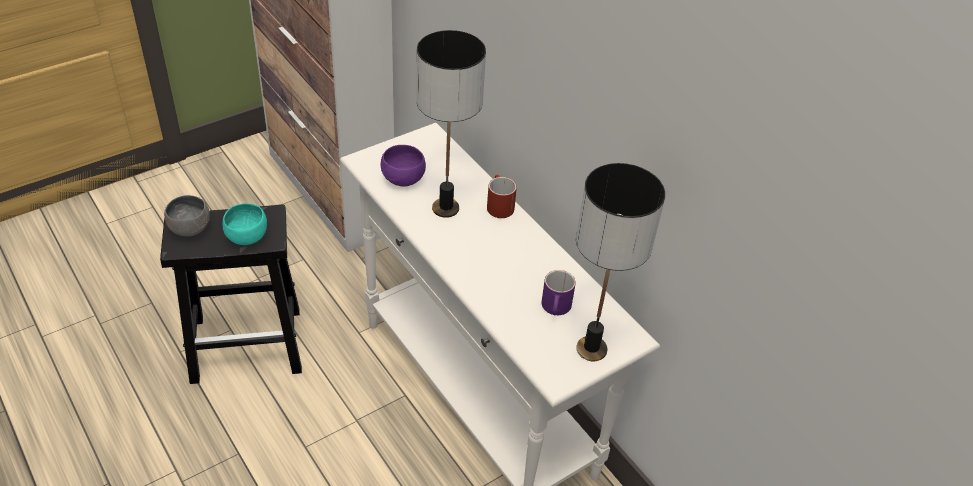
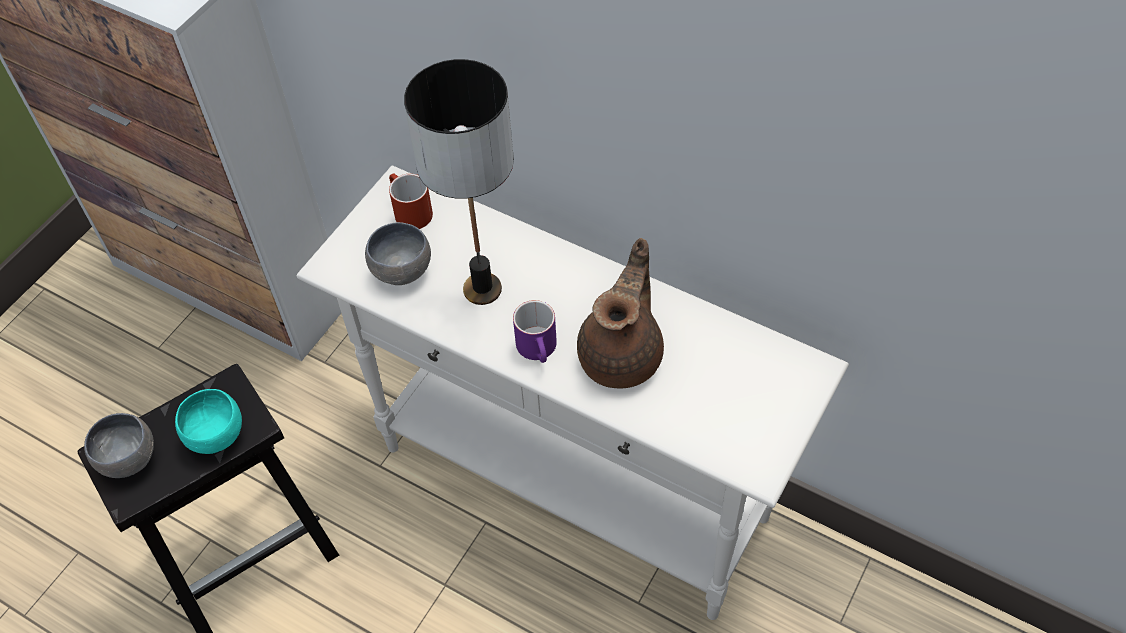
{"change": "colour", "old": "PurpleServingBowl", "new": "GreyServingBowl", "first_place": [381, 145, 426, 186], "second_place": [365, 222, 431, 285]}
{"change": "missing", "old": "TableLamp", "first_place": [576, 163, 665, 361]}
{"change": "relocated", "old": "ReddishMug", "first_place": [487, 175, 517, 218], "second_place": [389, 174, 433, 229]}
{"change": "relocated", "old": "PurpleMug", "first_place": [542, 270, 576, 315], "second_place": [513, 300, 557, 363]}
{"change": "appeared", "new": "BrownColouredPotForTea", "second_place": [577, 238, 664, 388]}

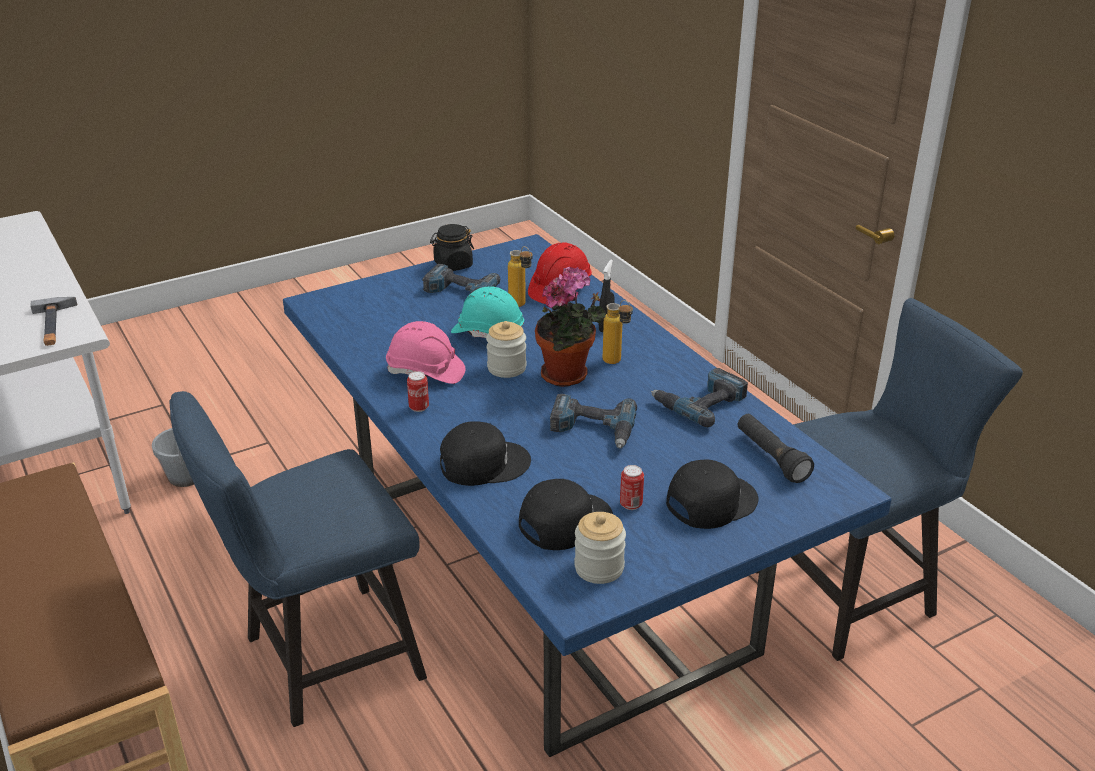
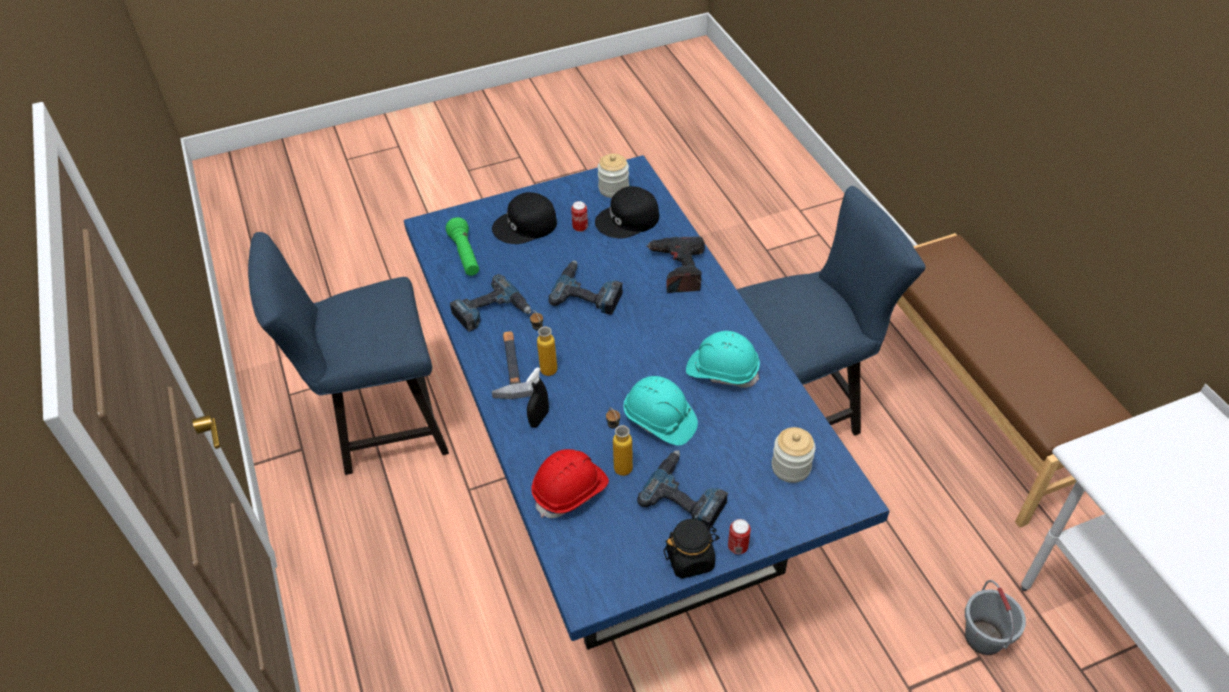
{"change": "missing", "old": "PottedPlant", "first_place": [535, 267, 606, 387]}
{"change": "relocated", "old": "ToolHammer", "first_place": [30, 297, 77, 346], "second_place": [492, 331, 533, 399]}
{"change": "colour", "old": "PinkColouredSafetyHelmet", "new": "BlueGreenSafetyHelmet", "first_place": [386, 321, 466, 384], "second_place": [686, 331, 760, 388]}
{"change": "relocated", "old": "PreserveJar", "first_place": [486, 321, 527, 378], "second_place": [772, 427, 815, 483]}
{"change": "relocated", "old": "MetalCan", "first_place": [407, 371, 429, 412], "second_place": [728, 519, 751, 554]}
{"change": "colour", "old": "BlackColouredTorch", "new": "GreenishTorch", "first_place": [738, 414, 814, 483], "second_place": [446, 217, 479, 276]}
{"change": "exchanged", "old": "BlackColouredPeakedCap", "new": "PowerDrill", "first_place": [440, 421, 531, 486], "second_place": [646, 236, 705, 293]}

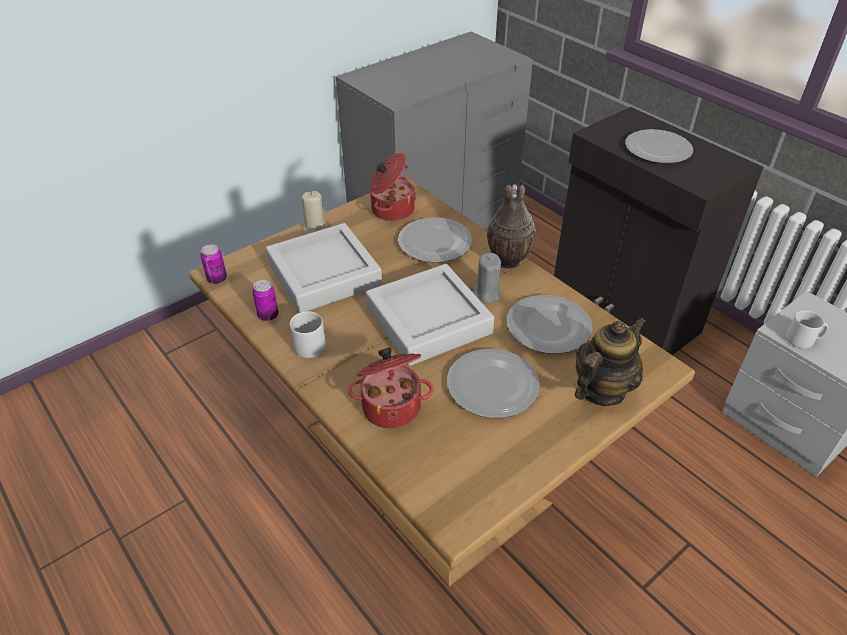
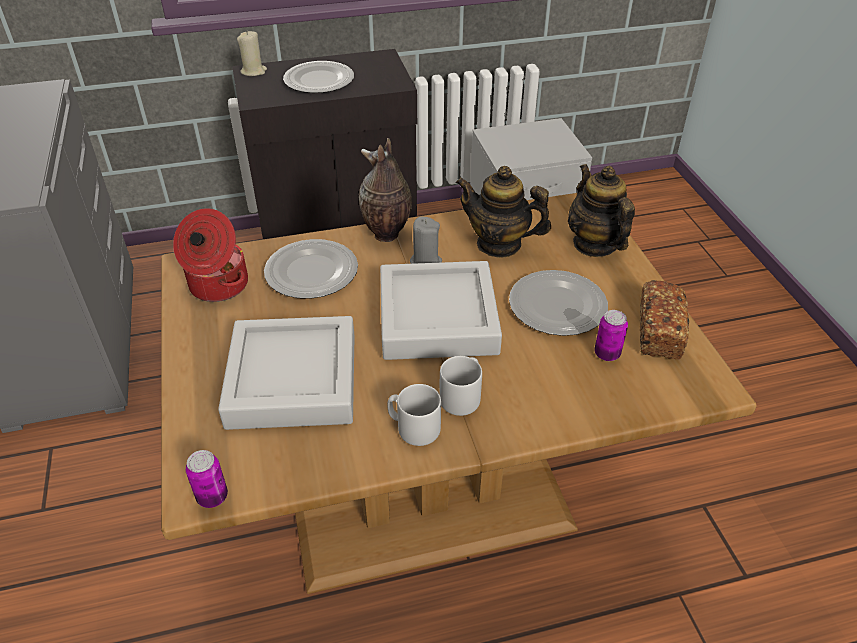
{"change": "relocated", "old": "BeigeWaxCandle", "first_place": [301, 191, 328, 234], "second_place": [237, 31, 267, 76]}
{"change": "relocated", "old": "MetalCan", "first_place": [252, 280, 279, 321], "second_place": [594, 310, 628, 361]}
{"change": "exchanged", "old": "FlatDish", "new": "PotForTea", "first_place": [507, 295, 593, 354], "second_place": [456, 166, 551, 258]}
{"change": "relocated", "old": "GreyMug", "first_place": [786, 310, 828, 349], "second_place": [439, 356, 482, 416]}
{"change": "missing", "old": "Stockpot", "first_place": [348, 347, 434, 428]}
{"change": "appeared", "new": "BakedBread", "second_place": [640, 280, 689, 359]}

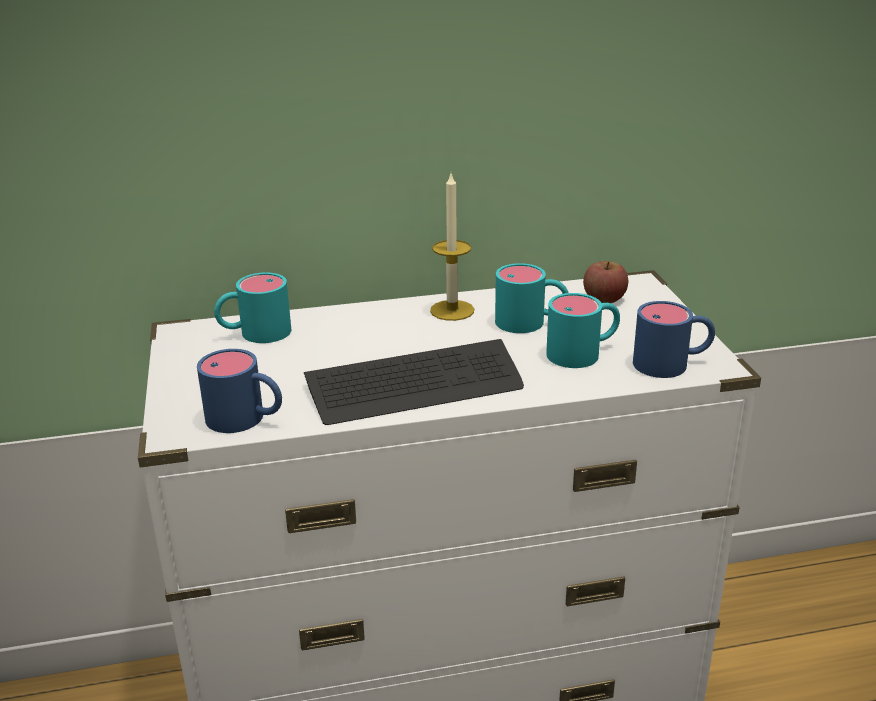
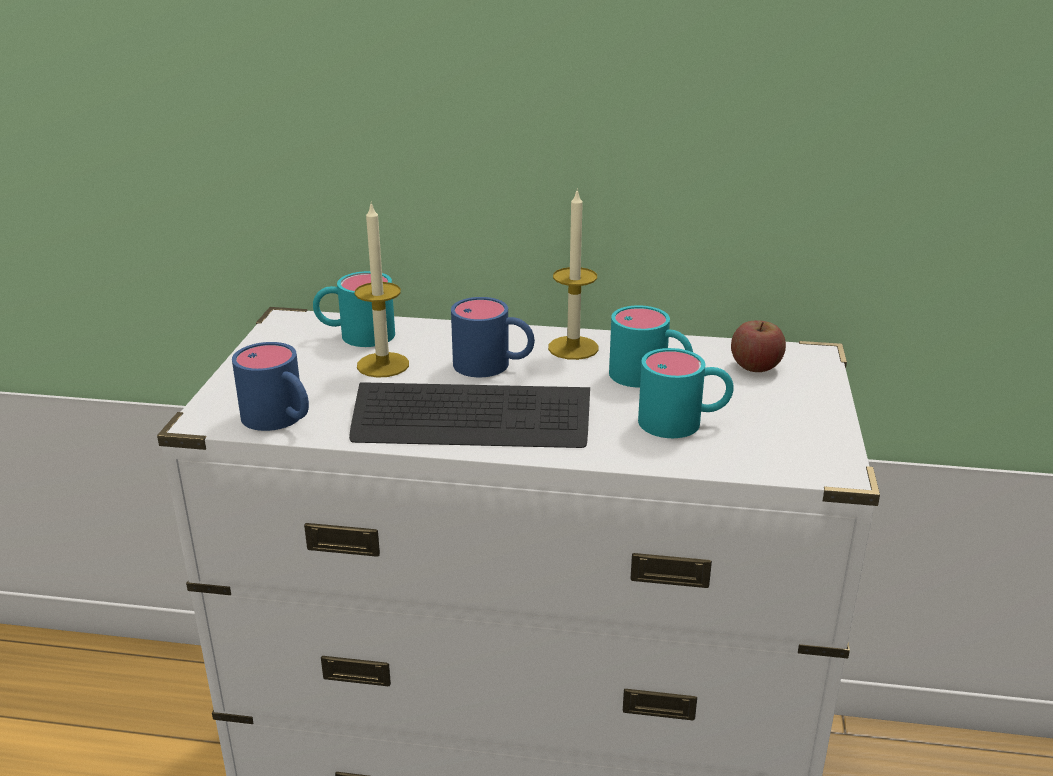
{"change": "relocated", "old": "BlueMug", "first_place": [633, 301, 715, 378], "second_place": [451, 297, 535, 377]}
{"change": "appeared", "new": "WaxCandle", "second_place": [354, 201, 409, 378]}

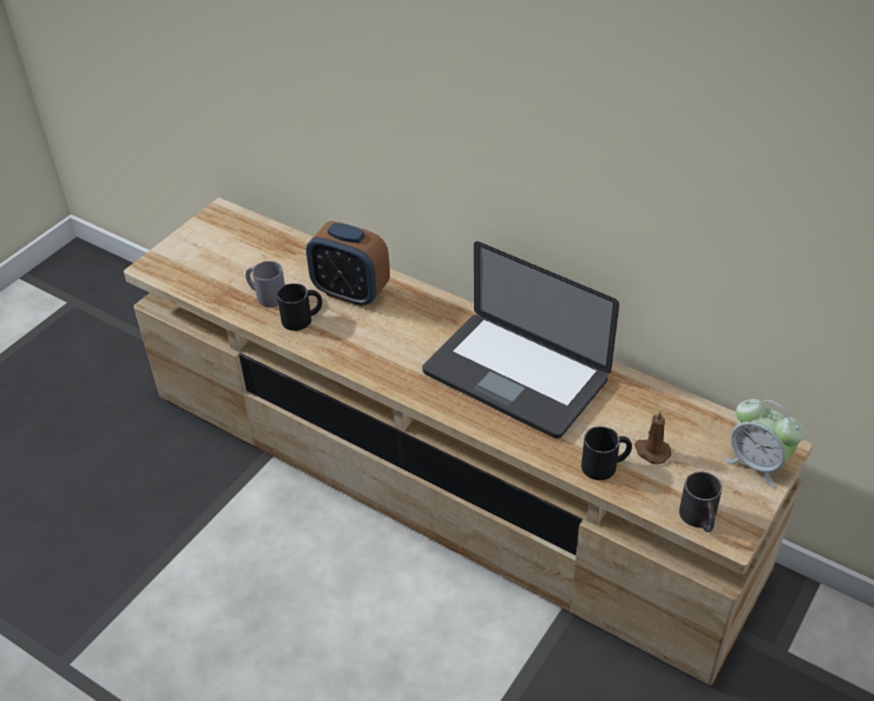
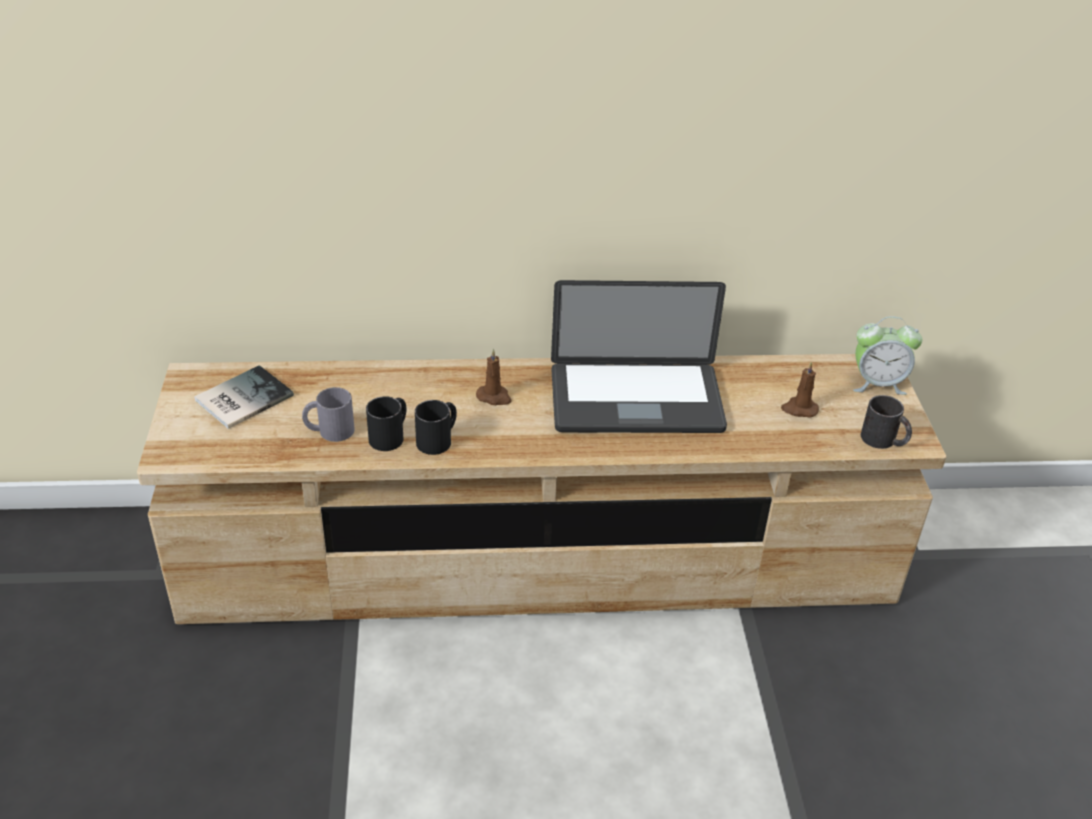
{"change": "missing", "old": "AlarmClock", "first_place": [306, 221, 390, 306]}
{"change": "relocated", "old": "BlackColouredMug", "first_place": [581, 426, 632, 480], "second_place": [415, 400, 457, 455]}
{"change": "appeared", "new": "BrownColouredWaxCandle", "second_place": [476, 349, 512, 405]}
{"change": "appeared", "new": "BoundBook", "second_place": [194, 365, 294, 429]}

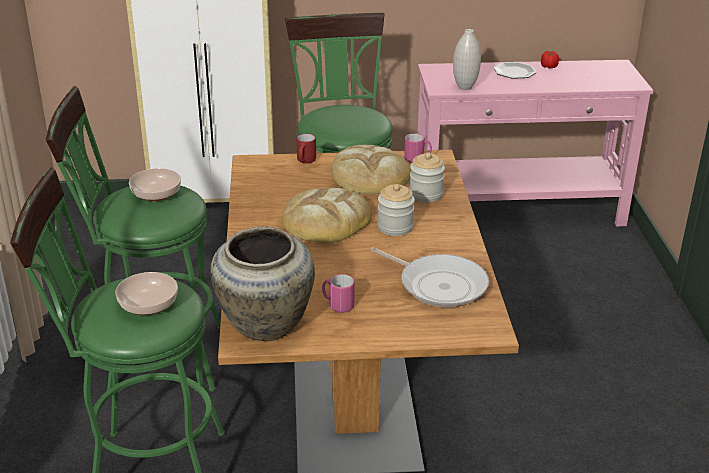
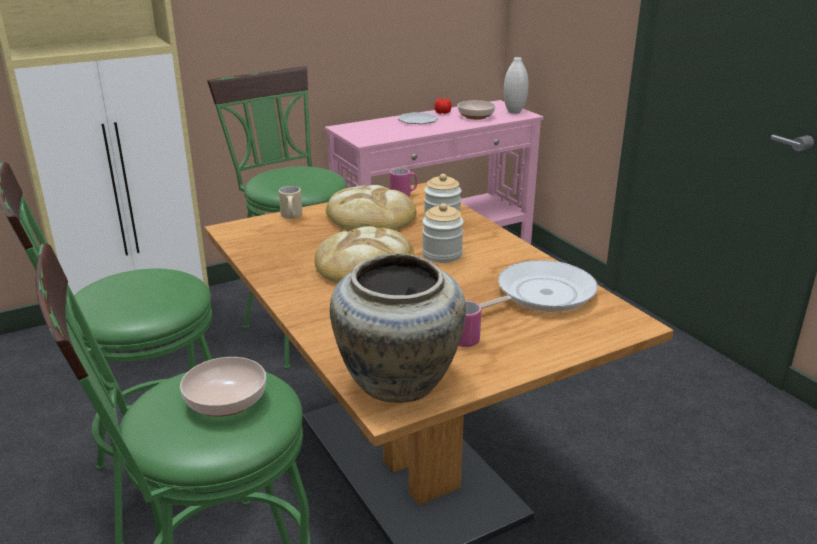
{"change": "relocated", "old": "WhitishDecorativeVase", "first_place": [453, 29, 481, 90], "second_place": [503, 57, 528, 114]}
{"change": "colour", "old": "ReddishMug", "new": "BeigeMug", "first_place": [297, 134, 316, 163], "second_place": [279, 186, 302, 219]}
{"change": "relocated", "old": "ServingBowl", "first_place": [129, 168, 181, 202], "second_place": [458, 100, 495, 120]}
{"change": "spun", "old": "Skillet", "first_place": [370, 247, 489, 307], "second_place": [479, 260, 598, 312], "degrees": -45}

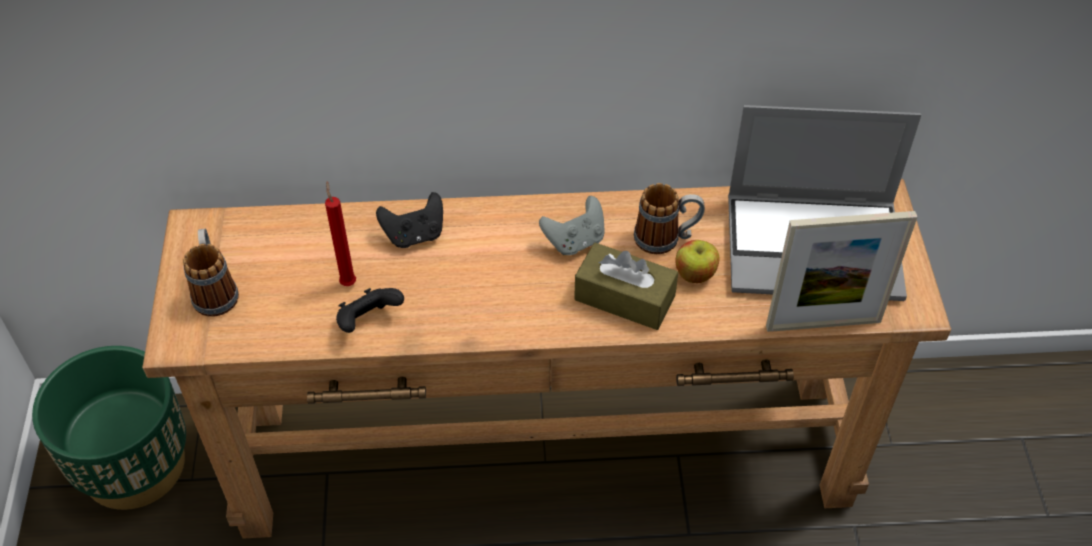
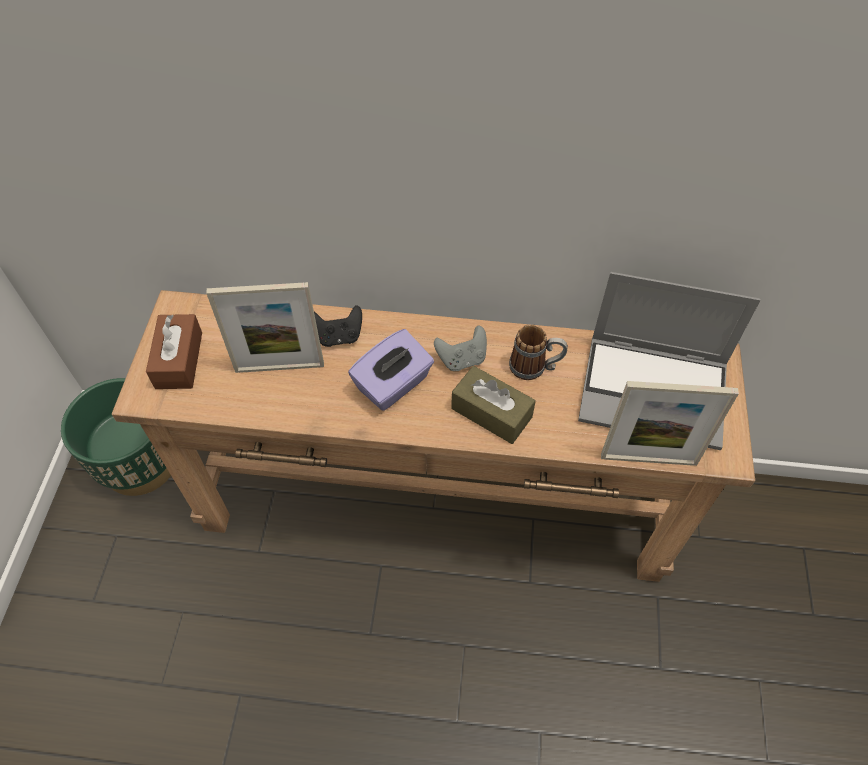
{"change": "exchanged", "old": "ReddishWaxCandle", "new": "PhotoFrame", "first_place": [325, 181, 356, 286], "second_place": [206, 282, 324, 373]}
{"change": "exchanged", "old": "Mug", "new": "BrownColouredTissueHolder", "first_place": [183, 229, 239, 317], "second_place": [146, 314, 202, 389]}
{"change": "missing", "old": "WholeApple", "first_place": [675, 240, 719, 283]}
{"change": "missing", "old": "BlackColouredJoypad", "first_place": [336, 288, 404, 333]}
{"change": "appeared", "new": "PurpleTissueHolder", "second_place": [348, 329, 434, 411]}

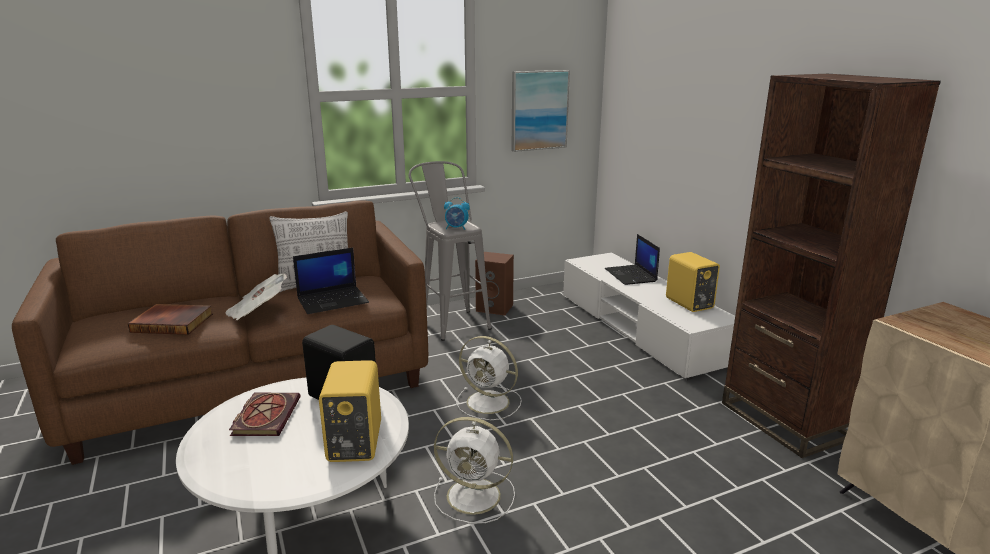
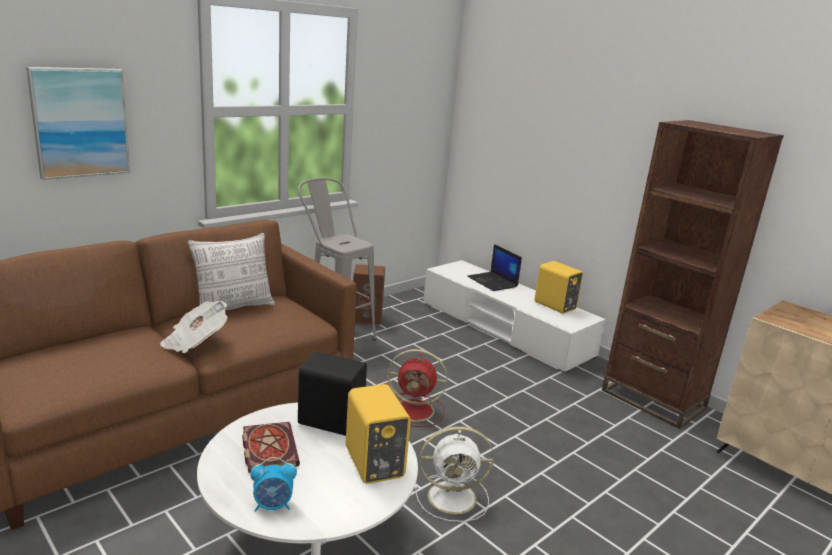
{"change": "relocated", "old": "WallPicture", "first_place": [511, 70, 570, 152], "second_place": [26, 67, 130, 180]}
{"change": "relocated", "old": "AlarmClock", "first_place": [444, 197, 470, 230], "second_place": [250, 457, 297, 512]}
{"change": "missing", "old": "PortableComputer", "first_place": [293, 248, 369, 314]}
{"change": "missing", "old": "BoundBook", "first_place": [128, 304, 213, 335]}
{"change": "colour", "old": "WhitishFan", "new": "ReddishFan", "first_place": [456, 336, 522, 420], "second_place": [387, 349, 448, 427]}

